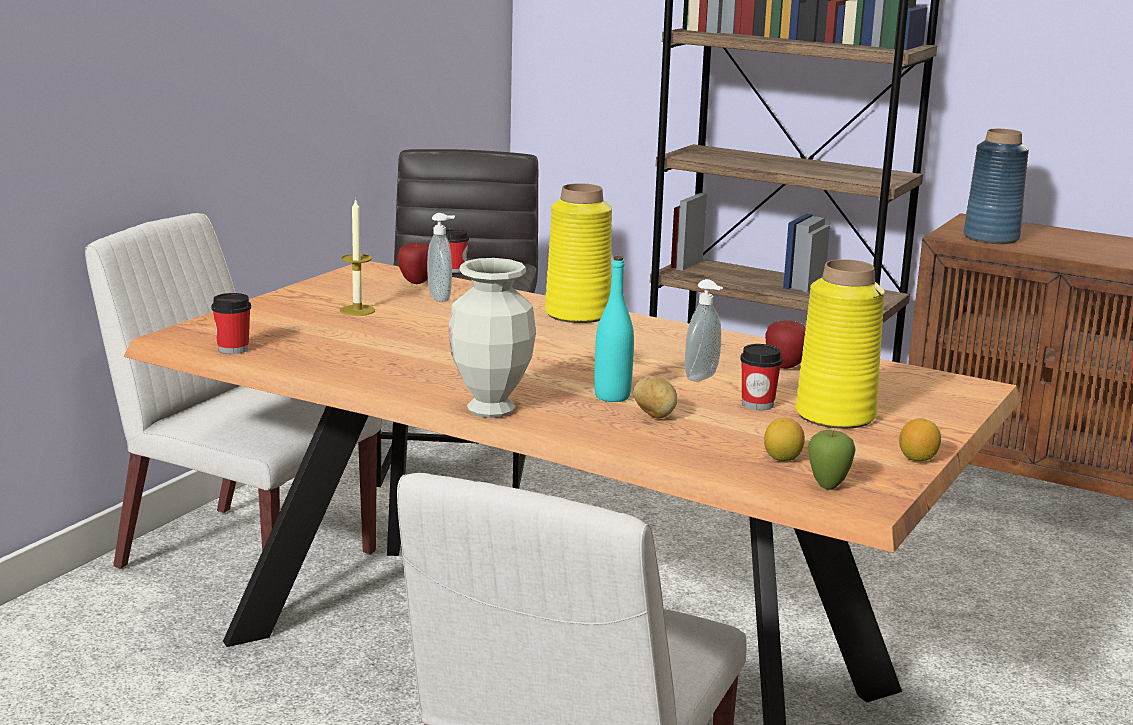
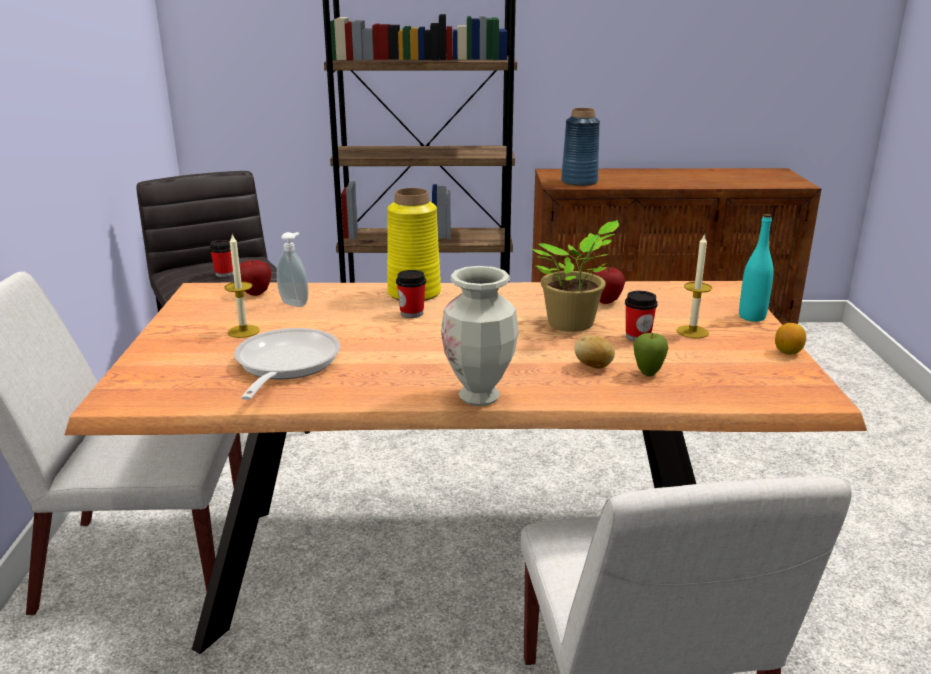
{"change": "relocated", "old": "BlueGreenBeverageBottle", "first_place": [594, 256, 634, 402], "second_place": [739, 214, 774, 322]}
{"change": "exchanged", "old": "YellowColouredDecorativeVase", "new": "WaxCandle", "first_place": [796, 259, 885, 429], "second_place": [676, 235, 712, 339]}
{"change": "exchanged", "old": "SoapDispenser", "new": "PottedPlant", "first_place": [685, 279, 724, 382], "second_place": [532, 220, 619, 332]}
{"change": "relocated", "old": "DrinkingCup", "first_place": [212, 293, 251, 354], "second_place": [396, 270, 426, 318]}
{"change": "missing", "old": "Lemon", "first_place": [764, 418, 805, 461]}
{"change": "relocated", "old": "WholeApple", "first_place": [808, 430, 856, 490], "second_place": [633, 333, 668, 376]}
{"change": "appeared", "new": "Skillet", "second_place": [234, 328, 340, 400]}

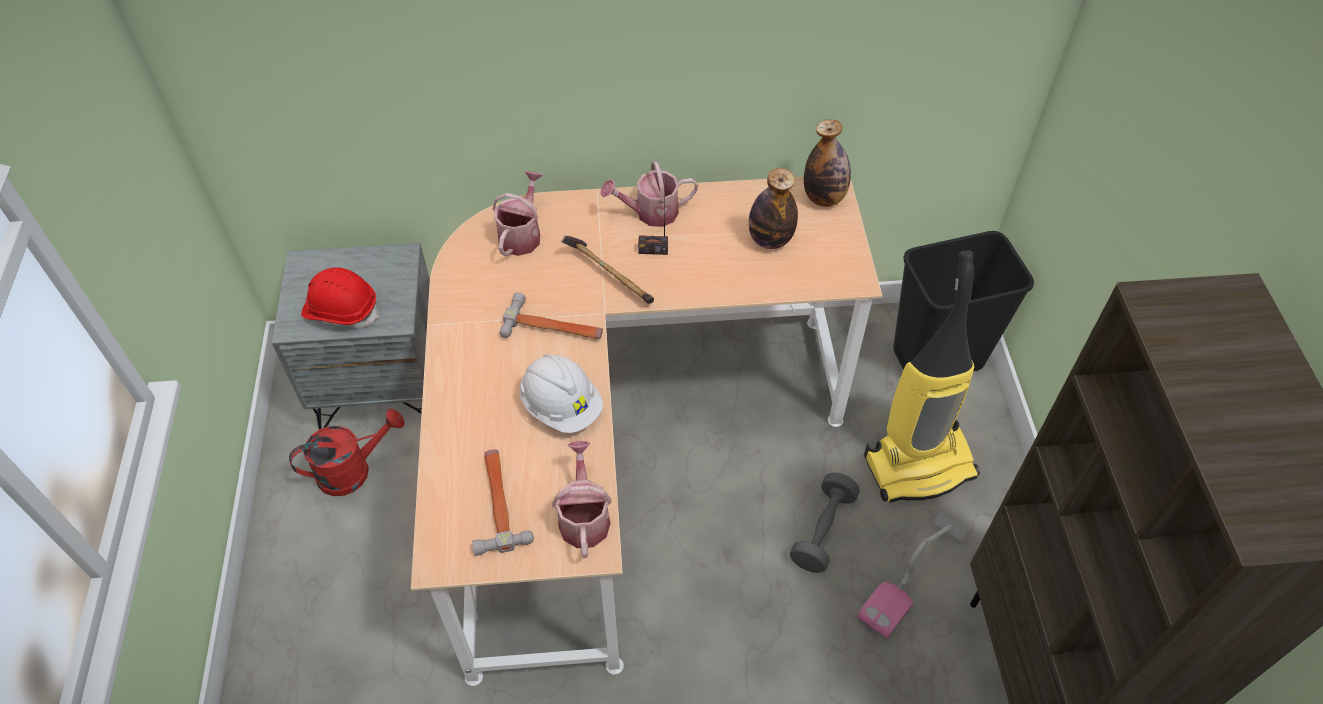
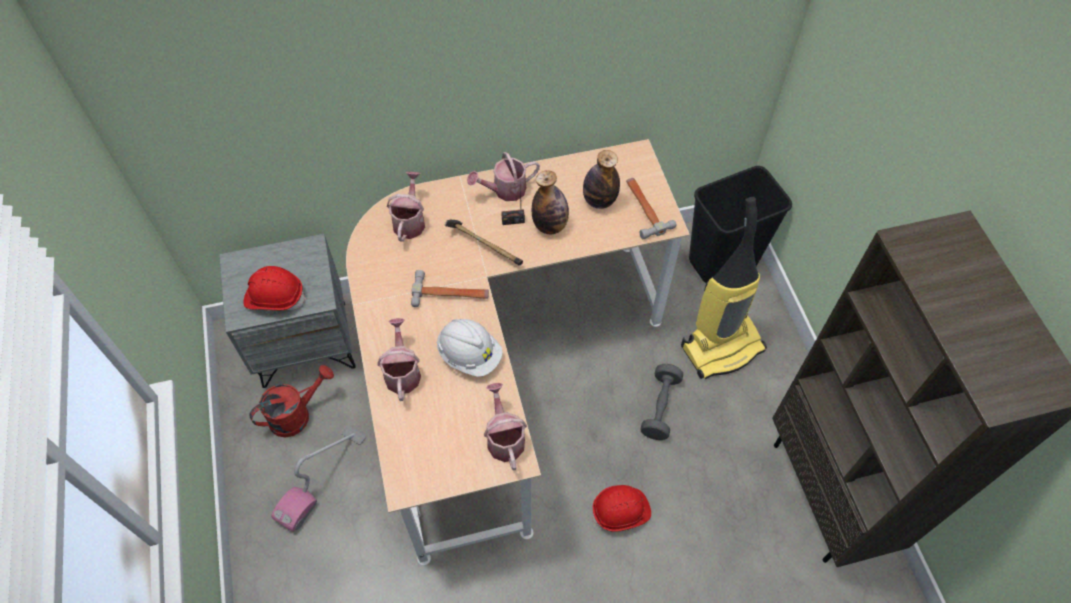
{"change": "relocated", "old": "BeverageBottle", "first_place": [804, 120, 851, 207], "second_place": [532, 170, 569, 234]}
{"change": "relocated", "old": "ToolHammer", "first_place": [472, 449, 534, 556], "second_place": [626, 178, 676, 240]}
{"change": "relocated", "old": "Vacuum", "first_place": [857, 513, 966, 640], "second_place": [271, 425, 366, 532]}
{"change": "appeared", "new": "WateringCan", "second_place": [377, 318, 421, 401]}
{"change": "appeared", "new": "ReddishSafetyHelmet", "second_place": [592, 485, 651, 532]}

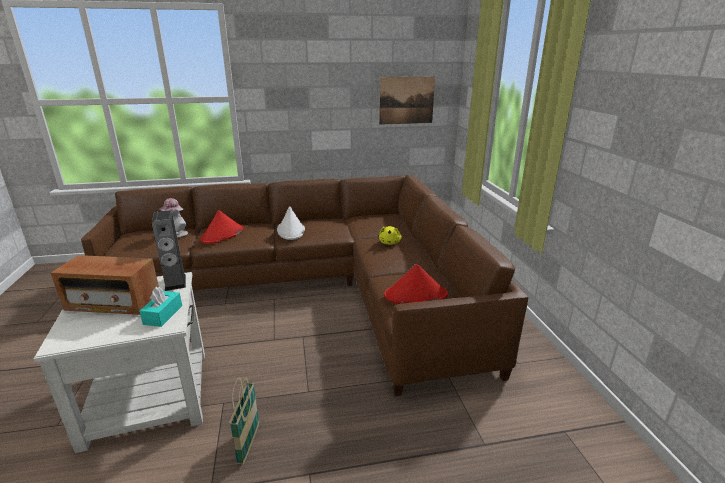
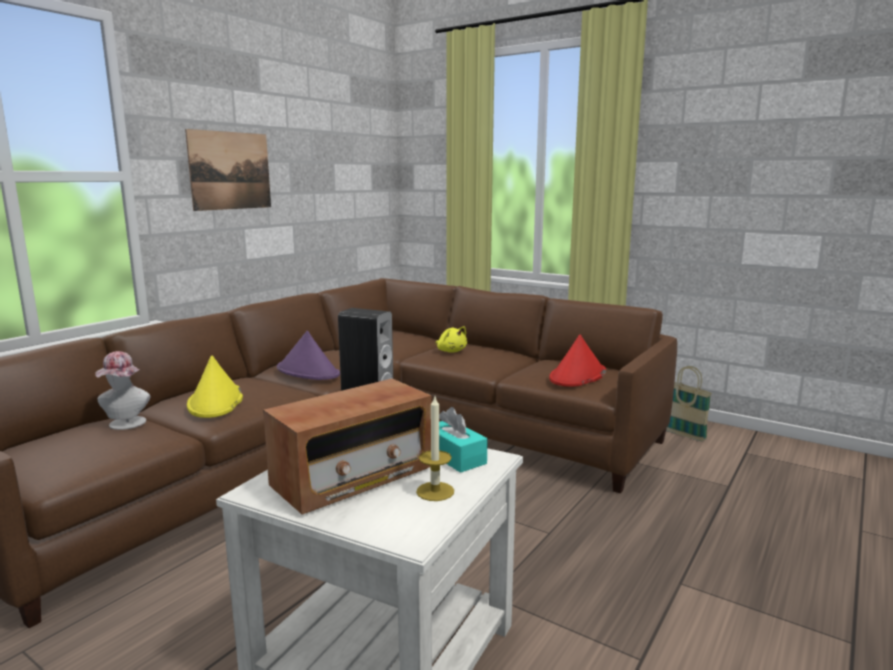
{"change": "relocated", "old": "WallPicture", "first_place": [379, 76, 435, 125], "second_place": [185, 129, 271, 211]}
{"change": "colour", "old": "WhitishHat", "new": "PurpleHat", "first_place": [277, 206, 305, 240], "second_place": [277, 331, 340, 380]}
{"change": "colour", "old": "ReddishHat", "new": "YellowColouredHat", "first_place": [200, 210, 244, 244], "second_place": [187, 355, 243, 418]}
{"change": "relocated", "old": "Basket", "first_place": [229, 377, 259, 464], "second_place": [666, 366, 712, 441]}
{"change": "appeared", "new": "WaxCandle", "second_place": [416, 397, 454, 501]}

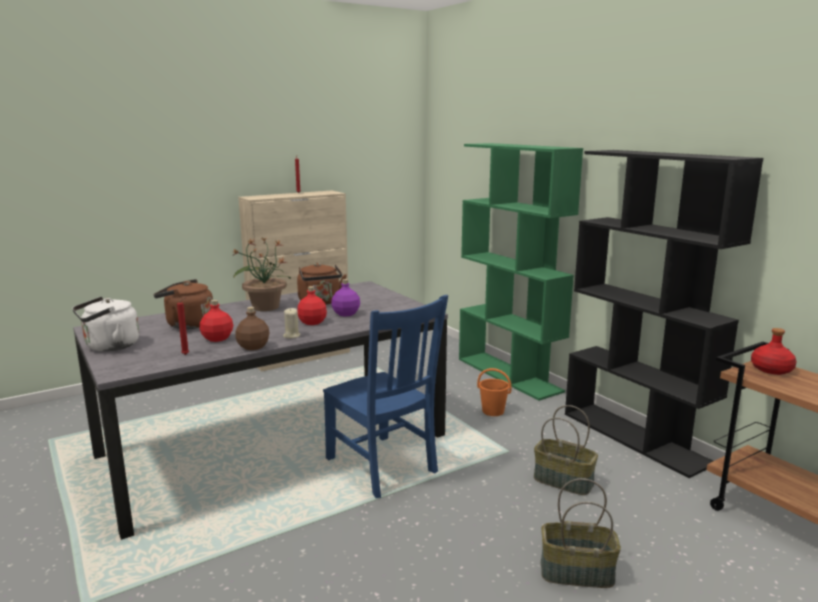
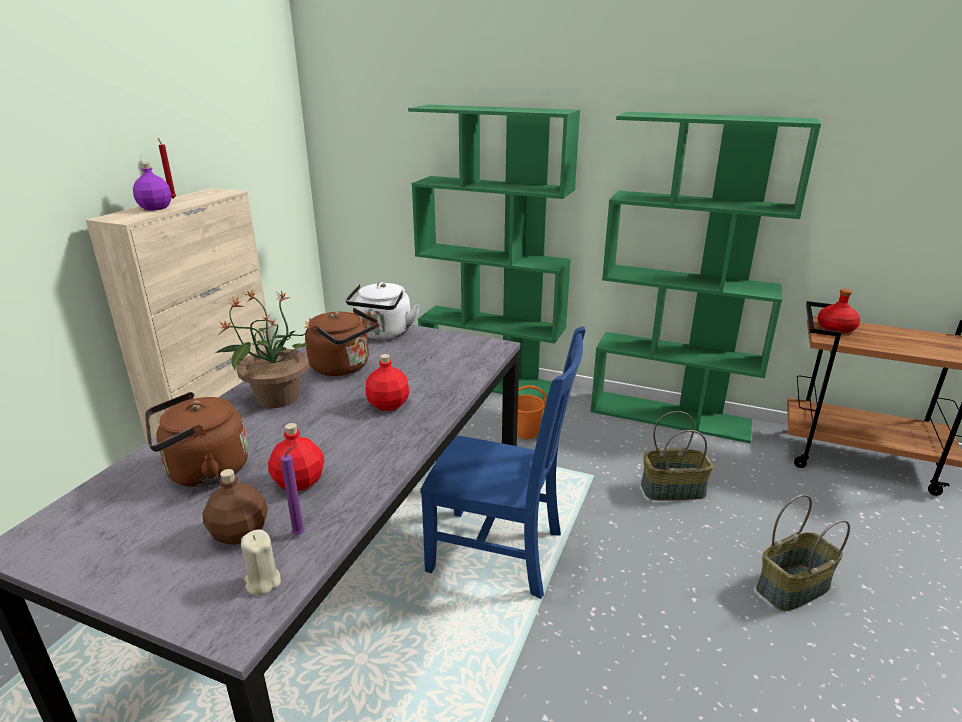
{"change": "colour", "old": "BlackColouredBookcase", "new": "GreenishBookcase", "first_place": [565, 150, 763, 478], "second_place": [590, 112, 821, 443]}
{"change": "relocated", "old": "PurpleBeverageBottle", "first_place": [331, 279, 360, 317], "second_place": [133, 163, 172, 211]}
{"change": "relocated", "old": "WhitishWaterKettle", "first_place": [72, 297, 139, 352], "second_place": [346, 282, 419, 340]}
{"change": "colour", "old": "ReddishWaxCandle", "new": "PurpleWaxCandle", "first_place": [177, 298, 189, 355], "second_place": [281, 445, 305, 535]}
{"change": "relocated", "old": "BrownColouredBeverageBottle", "first_place": [235, 307, 269, 350], "second_place": [203, 469, 268, 545]}
{"change": "relocated", "old": "BeigeWaxCandle", "first_place": [283, 308, 300, 339], "second_place": [241, 530, 281, 595]}

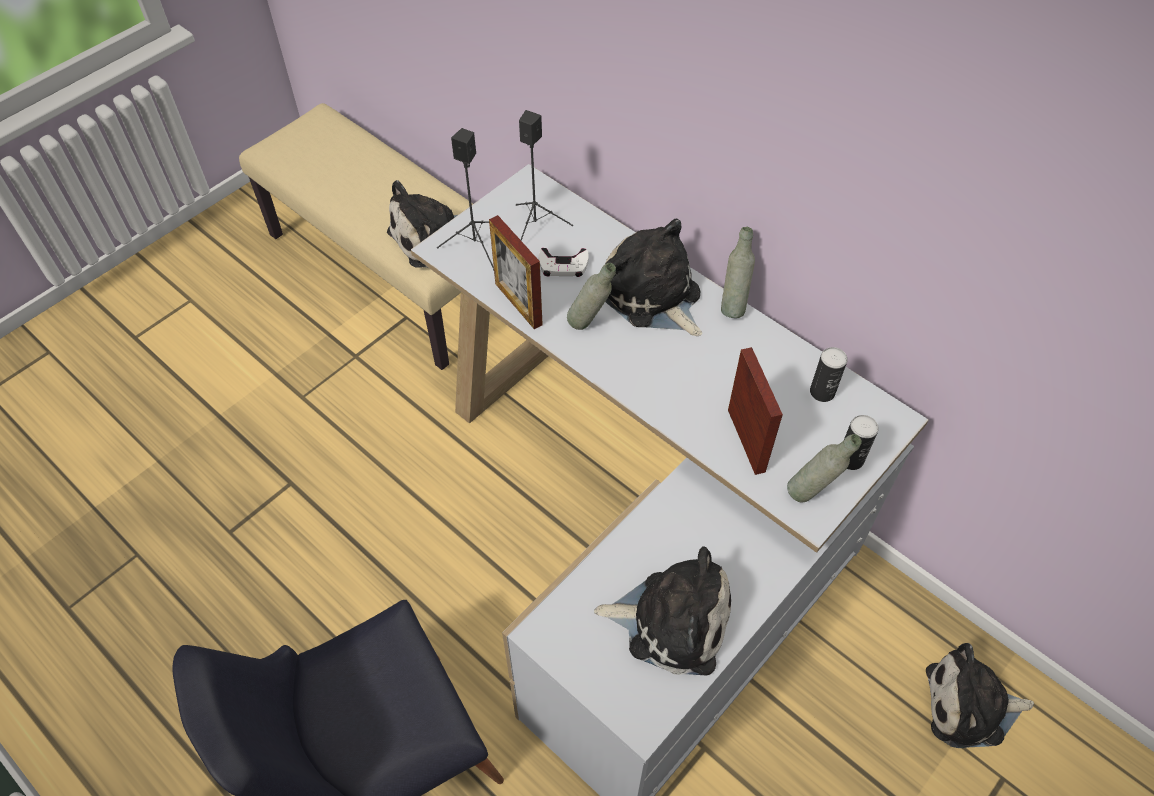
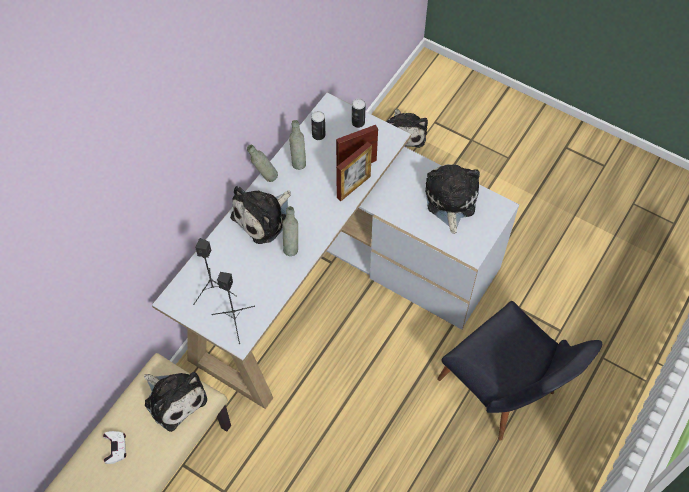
{"change": "relocated", "old": "PhotoFrame", "first_place": [489, 215, 543, 329], "second_place": [336, 142, 372, 201]}
{"change": "relocated", "old": "WhitishJoypad", "first_place": [539, 248, 589, 277], "second_place": [103, 431, 126, 464]}
{"change": "relocated", "old": "GreyBeverageBottle", "first_place": [787, 434, 862, 502], "second_place": [289, 120, 306, 170]}

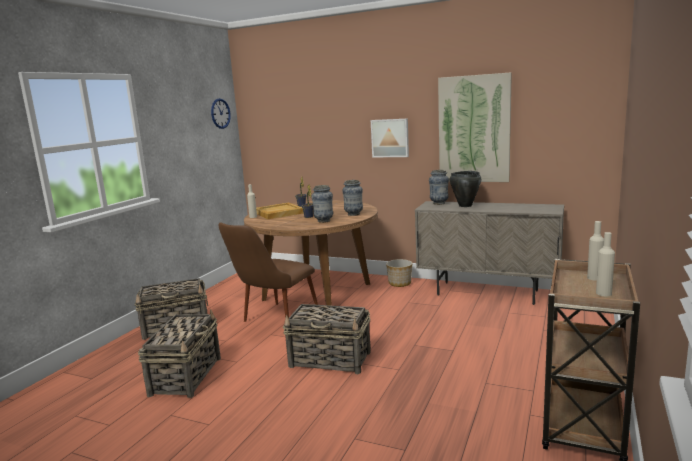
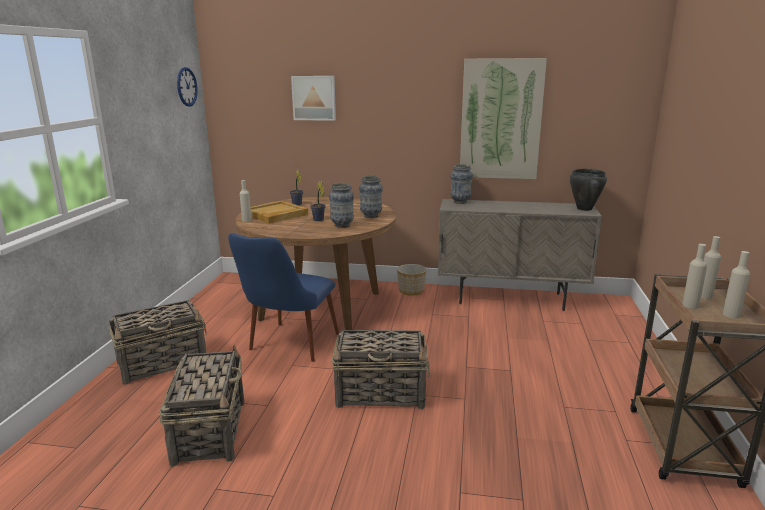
{"change": "relocated", "old": "WallPicture", "first_place": [371, 119, 409, 157], "second_place": [291, 76, 336, 121]}
{"change": "relocated", "old": "BlackColouredStockpot", "first_place": [450, 171, 481, 207], "second_place": [570, 169, 607, 211]}
{"change": "colour", "old": "BrownColouredPlainChair", "new": "BluePlainChair", "first_place": [219, 223, 318, 322], "second_place": [228, 233, 339, 362]}
{"change": "appeared", "new": "BeigeBeverageBottle", "second_place": [682, 244, 707, 309]}

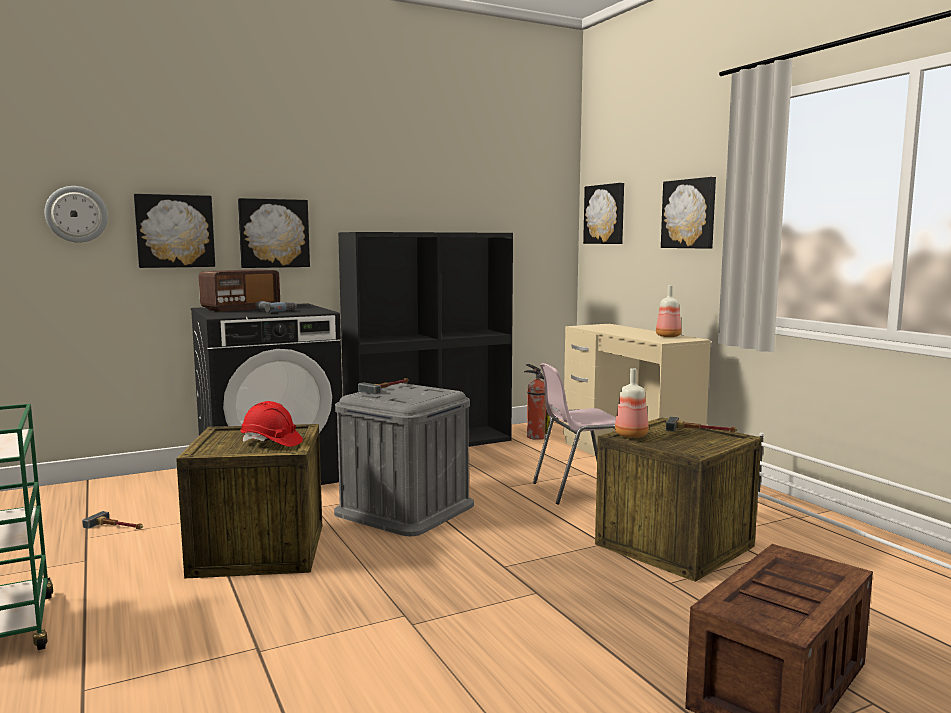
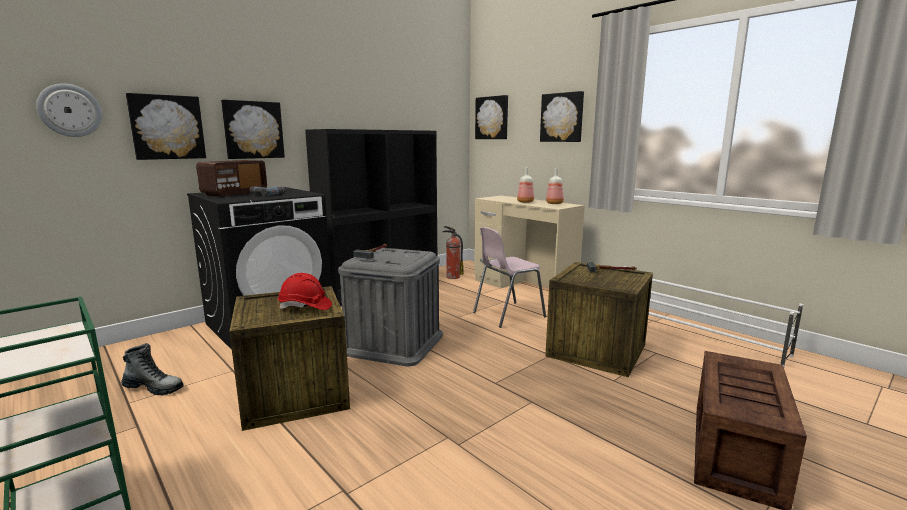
{"change": "relocated", "old": "BeverageBottle", "first_place": [615, 368, 649, 438], "second_place": [517, 167, 534, 203]}
{"change": "exchanged", "old": "ToolHammer", "new": "Boot", "first_place": [82, 511, 143, 529], "second_place": [121, 343, 184, 395]}

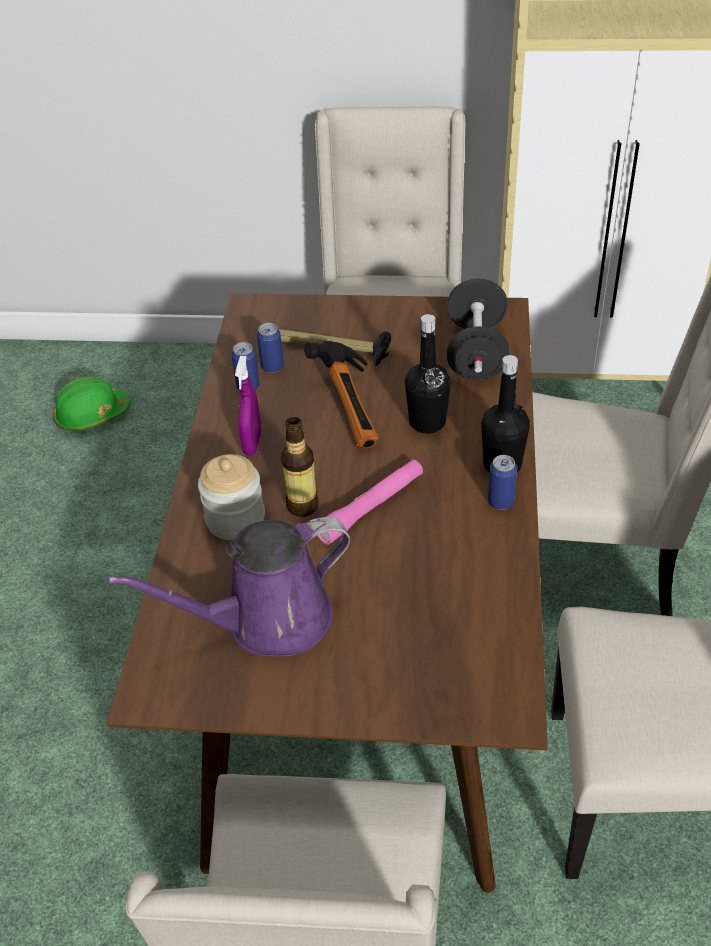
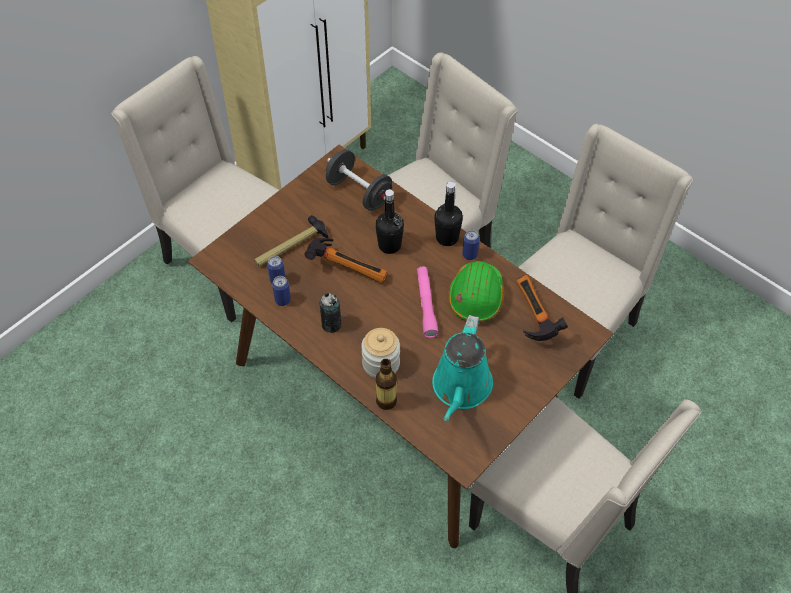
{"change": "exchanged", "old": "PurpleSprayBottle", "new": "MetalCan", "first_place": [235, 356, 261, 456], "second_place": [320, 293, 341, 333]}
{"change": "relocated", "old": "GreenishSafetyHelmet", "first_place": [53, 376, 131, 431], "second_place": [448, 261, 504, 322]}
{"change": "relocated", "old": "BeverageBottle", "first_place": [281, 417, 319, 517], "second_place": [376, 359, 397, 410]}
{"change": "colour", "old": "PurpleWateringCan", "new": "BlueGreenWateringCan", "first_place": [108, 517, 350, 656], "second_place": [432, 315, 493, 421]}
{"change": "appeared", "new": "ToolHammer", "second_place": [516, 275, 568, 341]}

